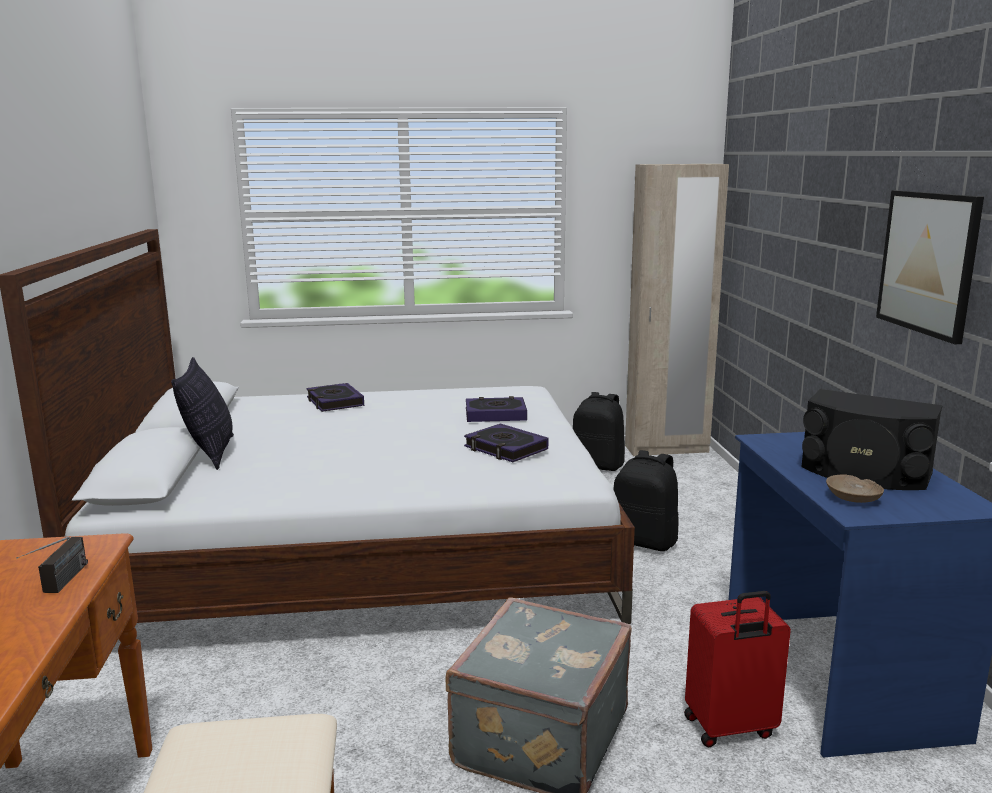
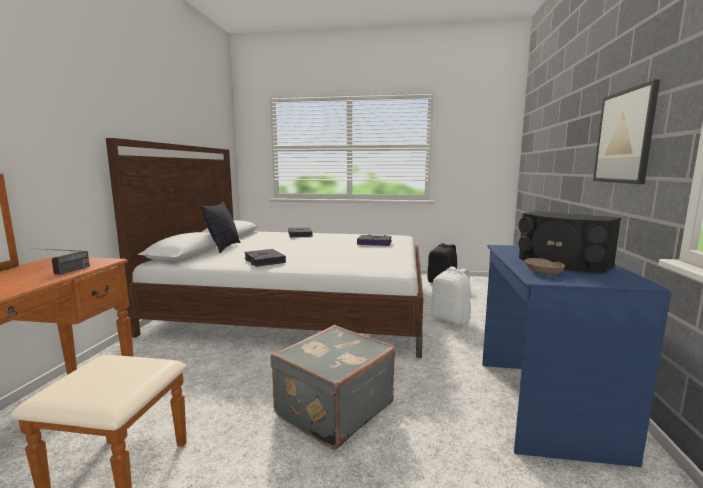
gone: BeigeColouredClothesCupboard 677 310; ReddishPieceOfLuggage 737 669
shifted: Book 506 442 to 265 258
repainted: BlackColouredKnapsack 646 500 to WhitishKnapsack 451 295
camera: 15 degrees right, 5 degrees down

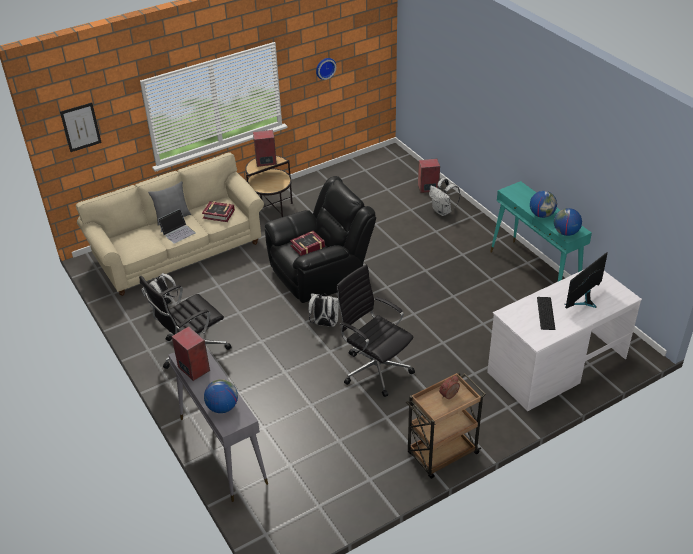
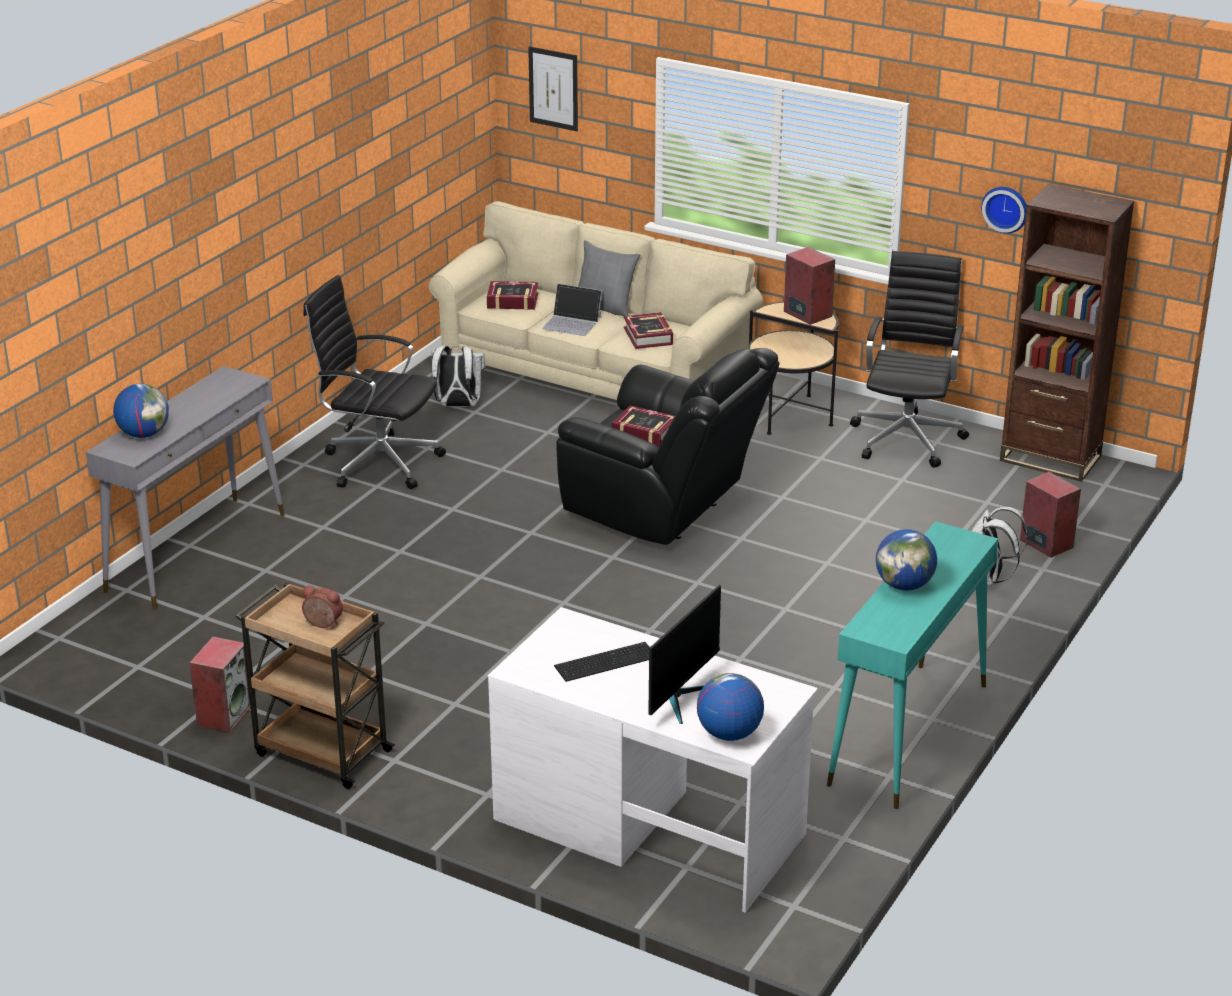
gone: WhitishKnapsack 323 310
new: Book 512 295; BrownishShelvingUnit 1067 333
shifted: Speaker 191 353 to 220 685; WorldGlobe 568 222 to 730 707; BlackColouredComputerChair 375 330 to 909 359
rotated: ComputerScreen 586 280 = 684 654 105 degrees clockwise
camera: 60 degrees right, 10 degrees down

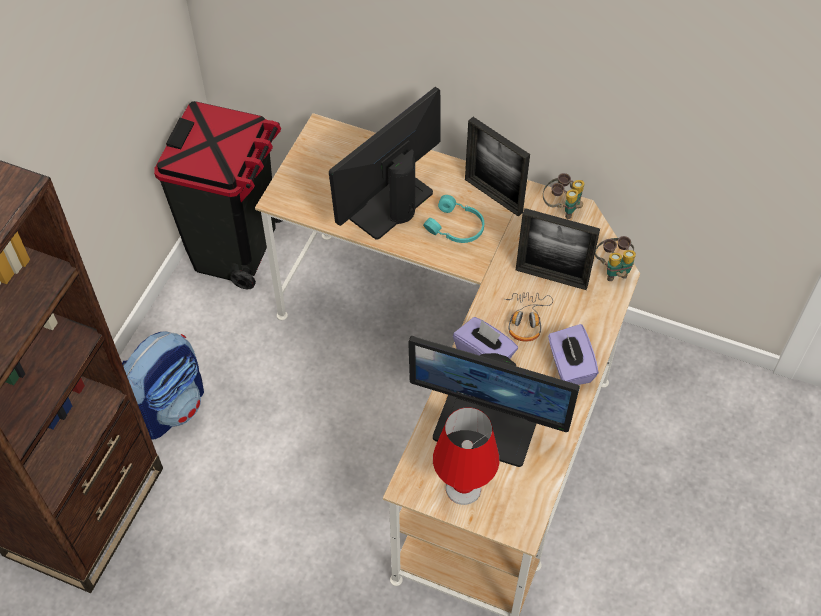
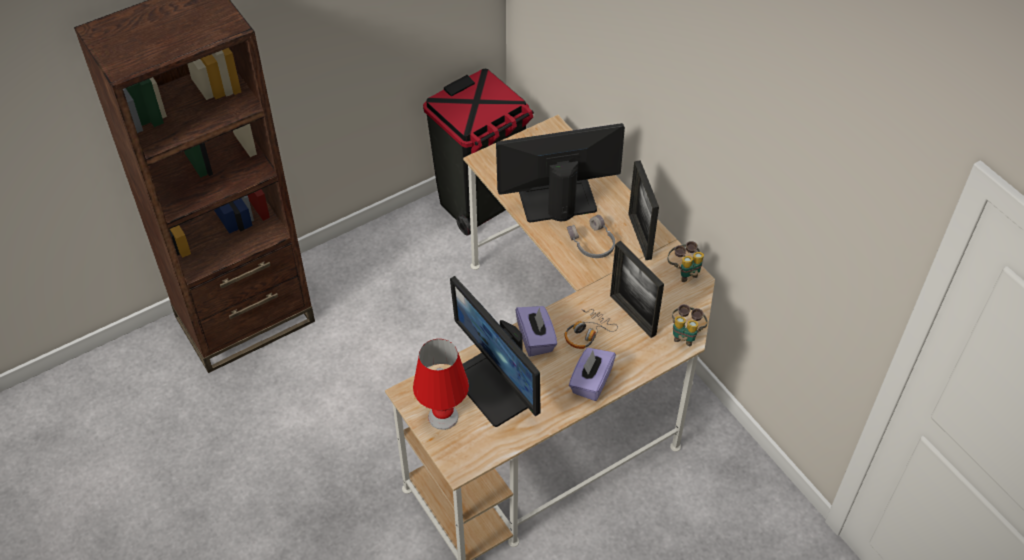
gone: Knapsack 163 385
repainted: TurquoiseHeadphones 453 219 to GreyishHeadphones 591 236
camera: 35 degrees right, 5 degrees down

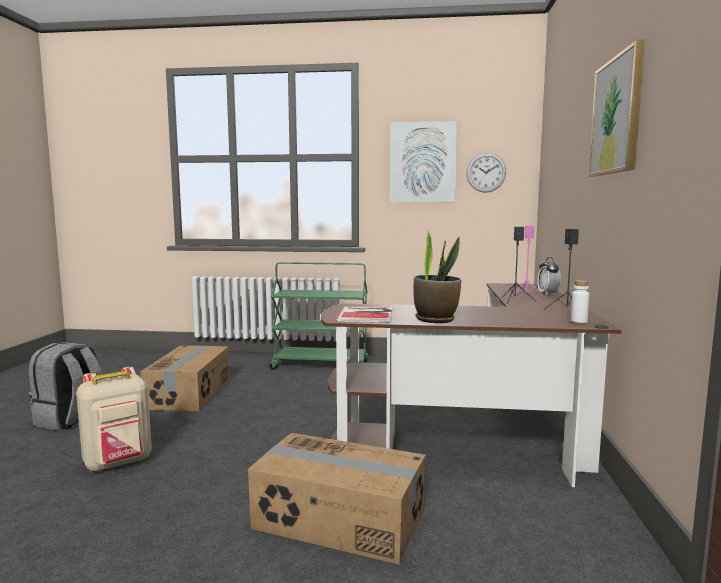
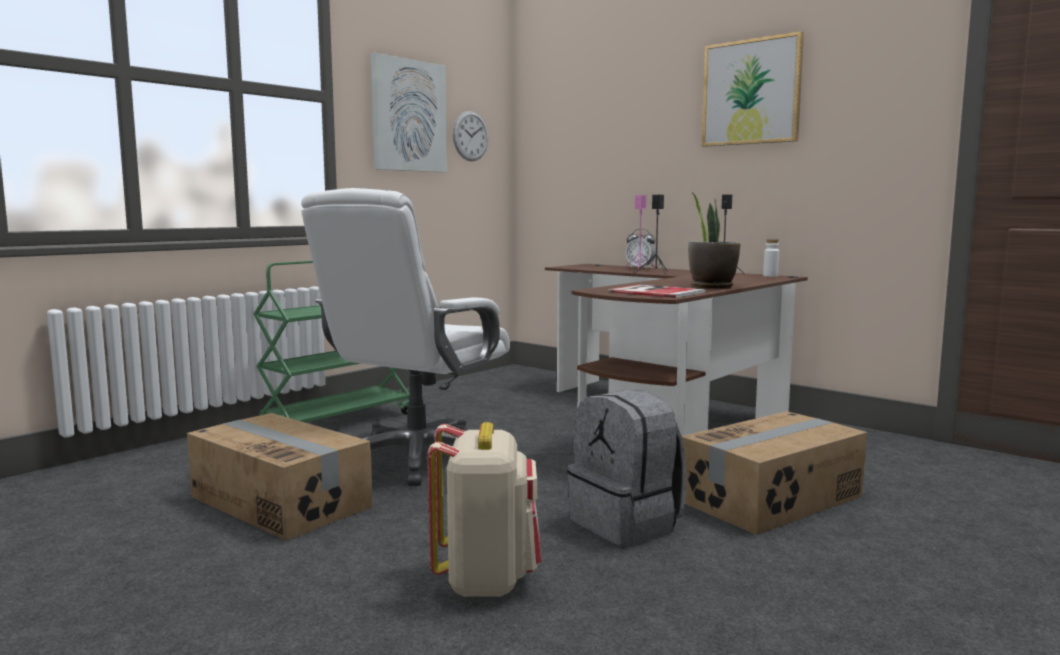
new: WhitishComputerChair 405 337
shifted: GreyishKnapsack 65 386 to 626 468
camera: 55 degrees left, 0 degrees up

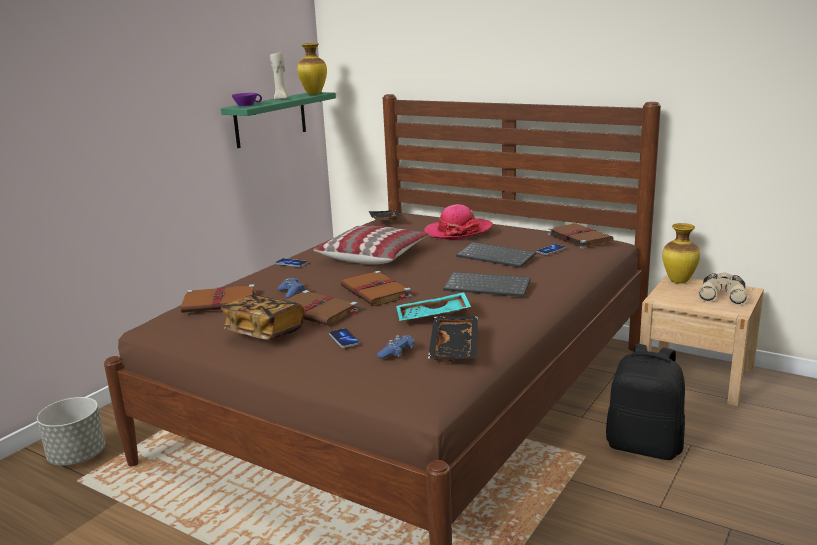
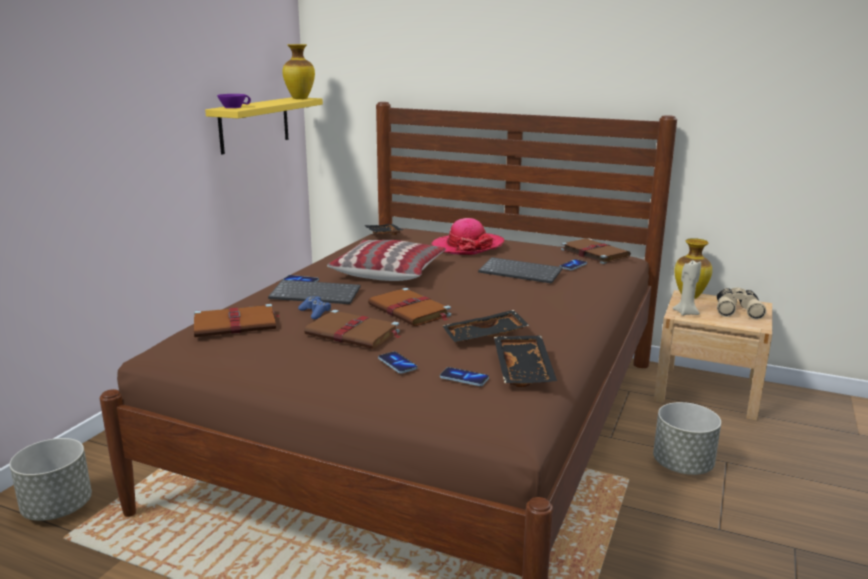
gone: Book 262 317
shifted: ComputerKeyboard 487 284 to 314 292; BeigeColouredWaxCandle 279 76 to 687 288
swapped: BlueColouredGamepad 396 346 to Telephone 464 376; BlackColouredKnapsack 645 402 to GreyishPlantPot 687 438
repainted: GreenColouredWallShelf 278 120 to YellowWallShelf 264 126; TurquoiseCarryingTray 433 306 to BlackColouredCarryingTray 486 326
camera: 10 degrees left, 0 degrees up

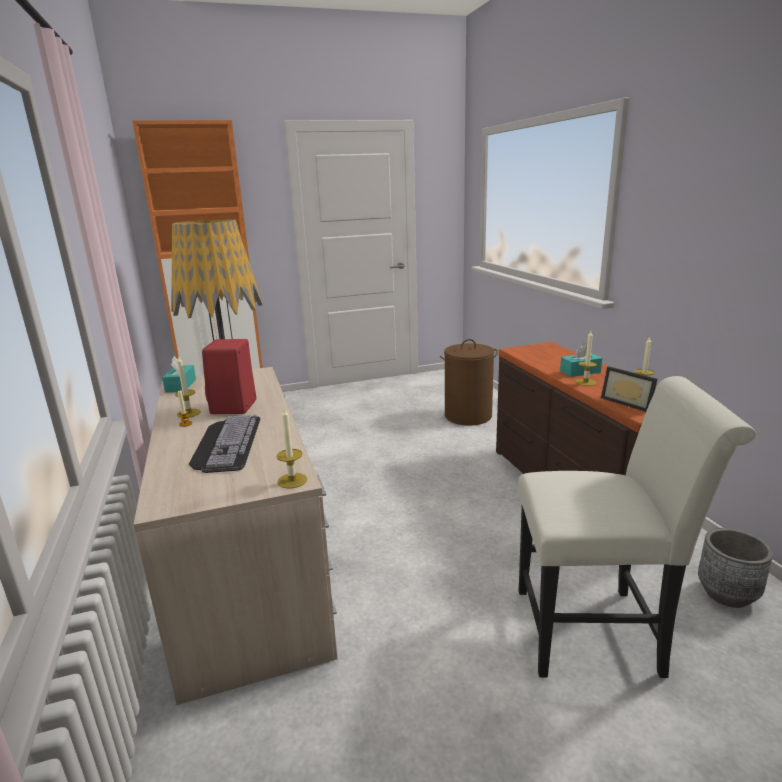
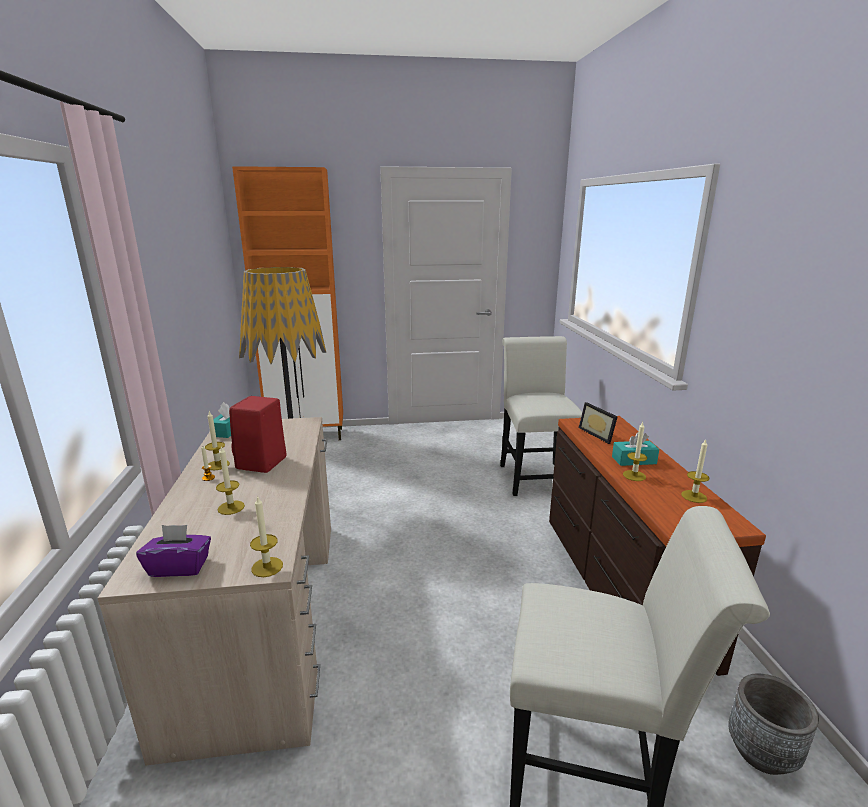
new: PurpleBoxOfTissues 173 551
shifted: StandingFrame 629 389 to 598 423
swapped: ComputerKeyboard 224 444 to WaxCandle 230 480; BrownishWashingBasket 469 382 to WhitishPlainChair 541 416
camera: 10 degrees right, 0 degrees up

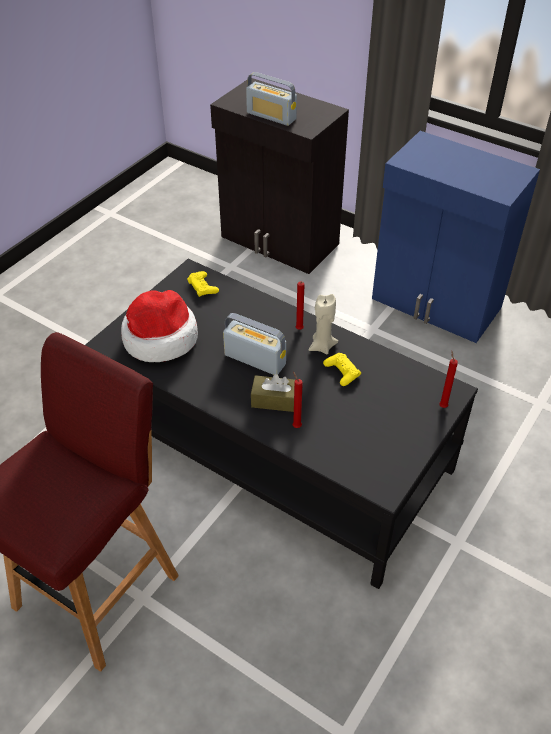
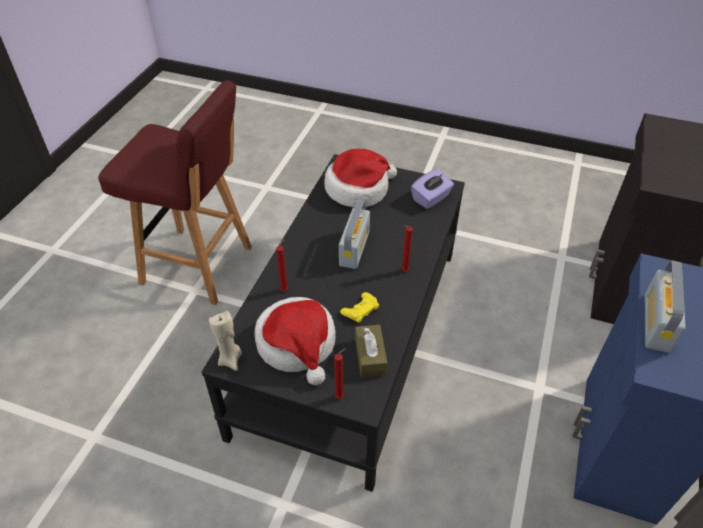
new: WearableHat 295 341
shifted: BeigeColouredWaxCandle 323 324 to 225 341; BrownishBoxOfTissues 273 393 to 371 351; Radio 271 99 to 665 306
swapped: YellowGamepad 203 284 to PurpleBoxOfTissues 432 189
camera: 75 degrees right, 0 degrees up

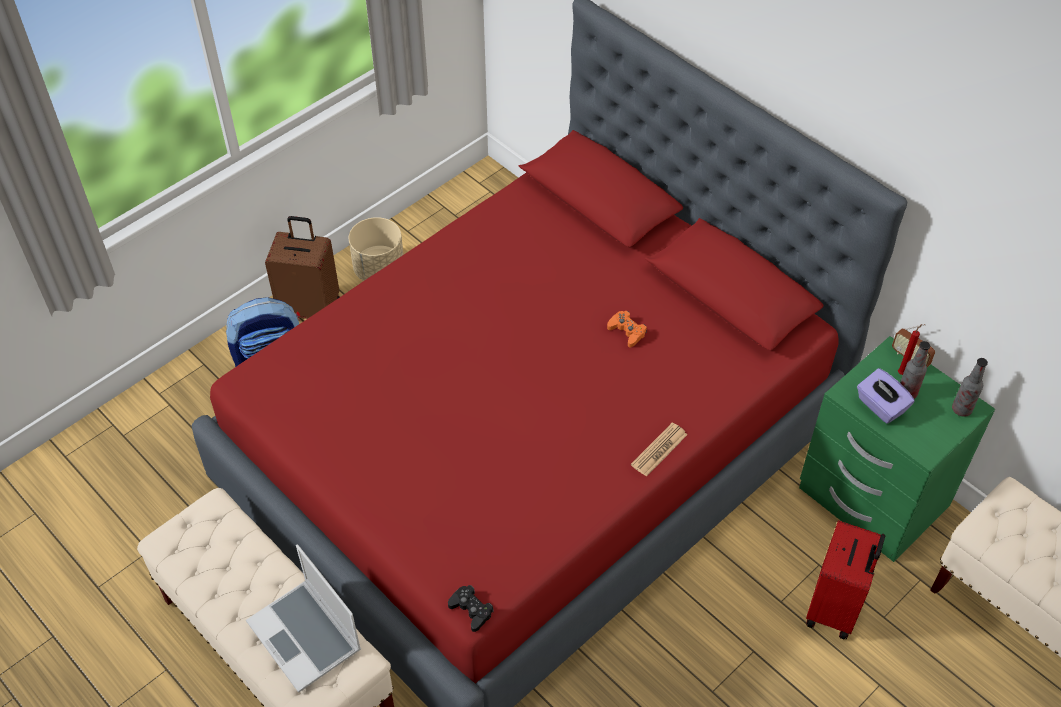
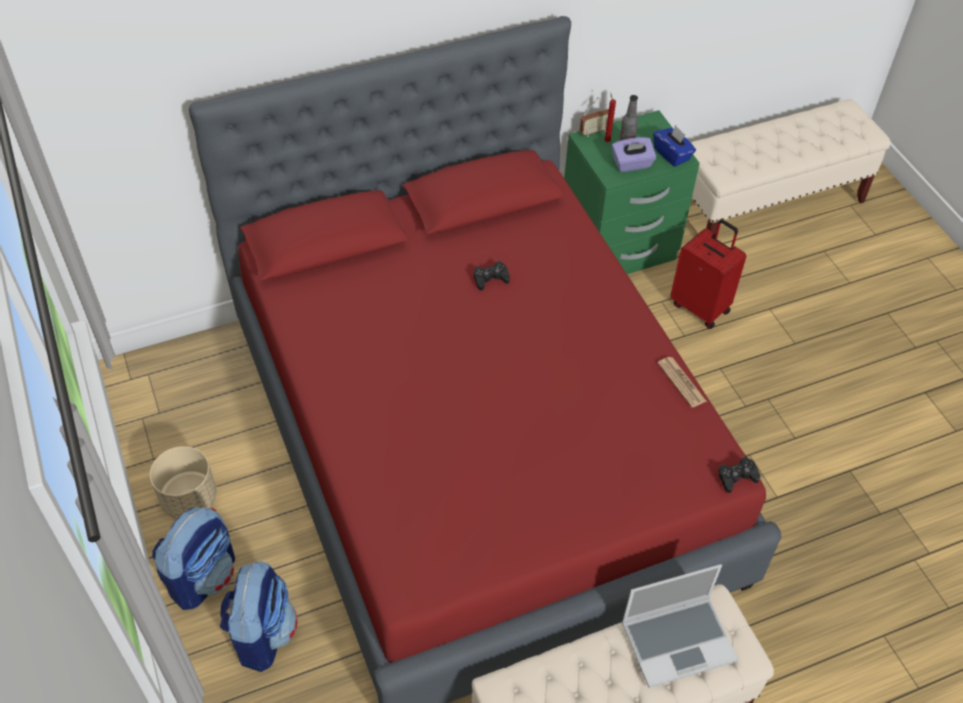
gone: BeverageBottle 970 387
new: BlueColouredBoxOfTissues 674 146
shifted: PrintedPaper 659 449 to 682 382
swapped: BrownishPieceOfLuggage 302 267 to Knapsack 193 558
repainted: OrangeGamepad 627 329 to BlackColouredGamepad 492 276
camera: 70 degrees left, 0 degrees up

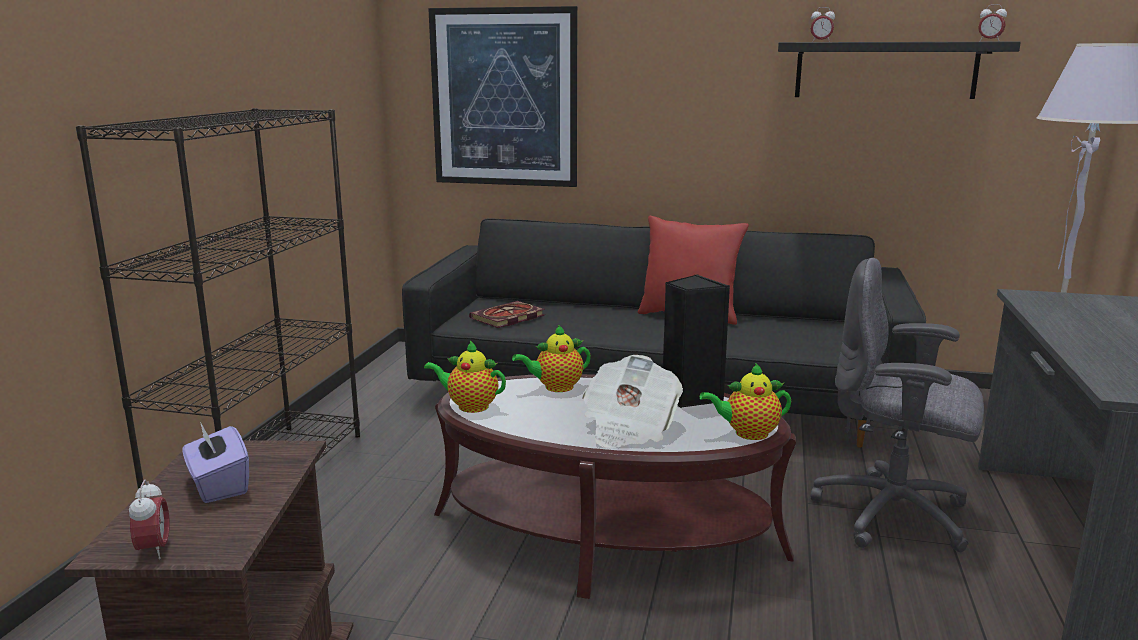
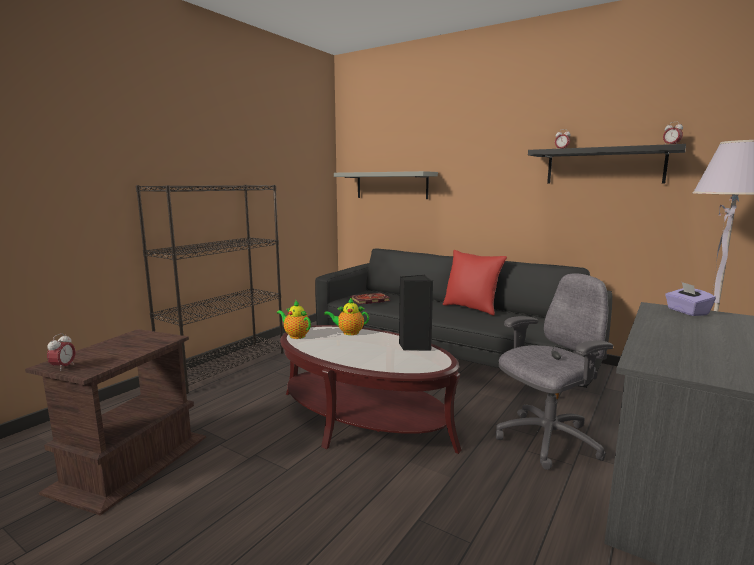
gone: PrintedPaper 633 401; PotForTea 745 401
shifted: PurpleBoxOfTissues 215 462 to 690 299
swapped: Picture 502 96 to GreyishWallShelf 386 185
rotated: GreyishComputerChair 897 405 = 555 371 105 degrees clockwise
camera: 20 degrees right, 5 degrees down

